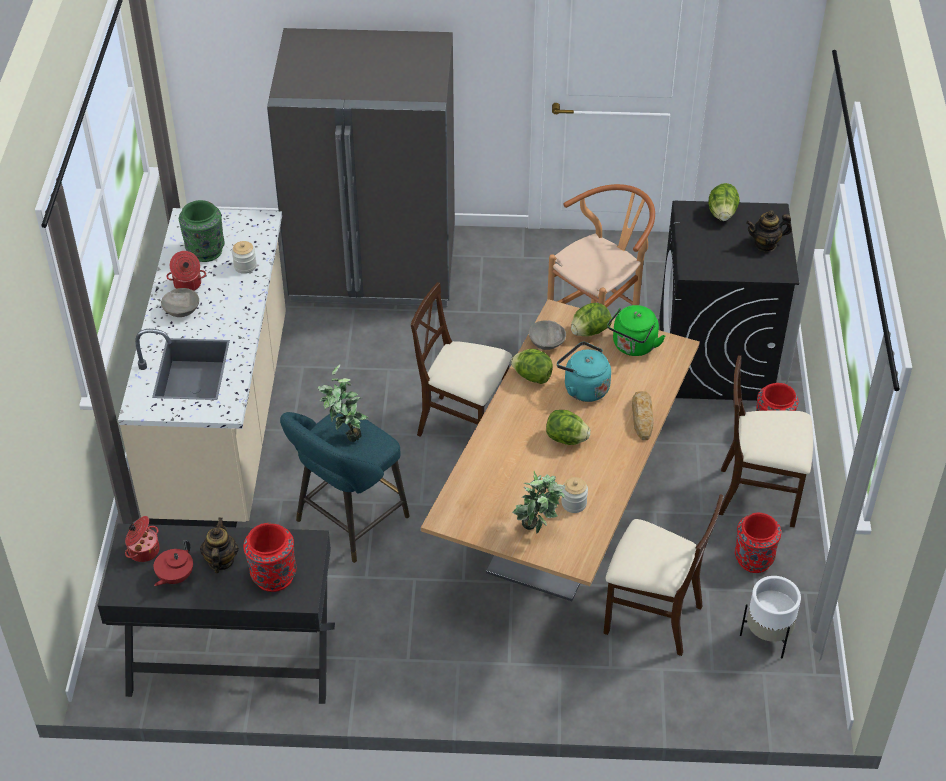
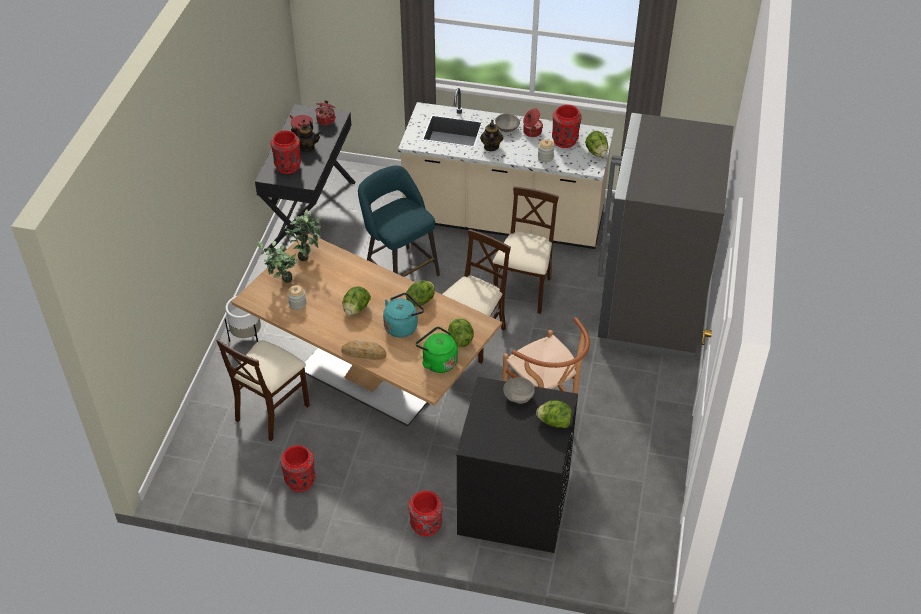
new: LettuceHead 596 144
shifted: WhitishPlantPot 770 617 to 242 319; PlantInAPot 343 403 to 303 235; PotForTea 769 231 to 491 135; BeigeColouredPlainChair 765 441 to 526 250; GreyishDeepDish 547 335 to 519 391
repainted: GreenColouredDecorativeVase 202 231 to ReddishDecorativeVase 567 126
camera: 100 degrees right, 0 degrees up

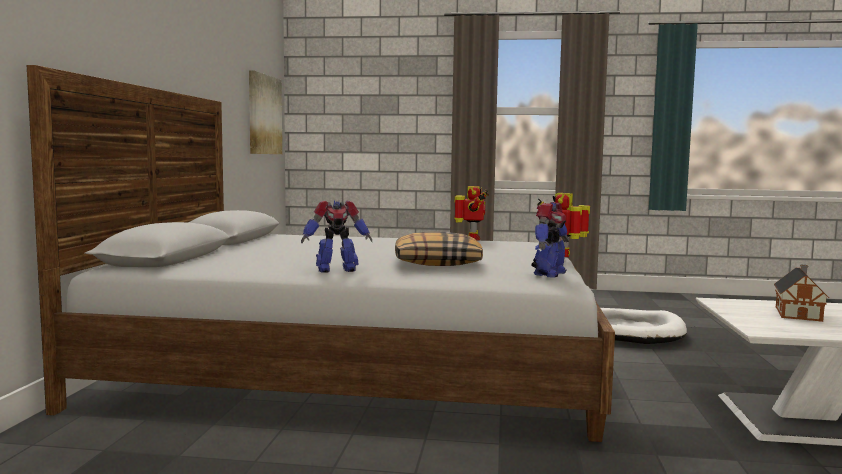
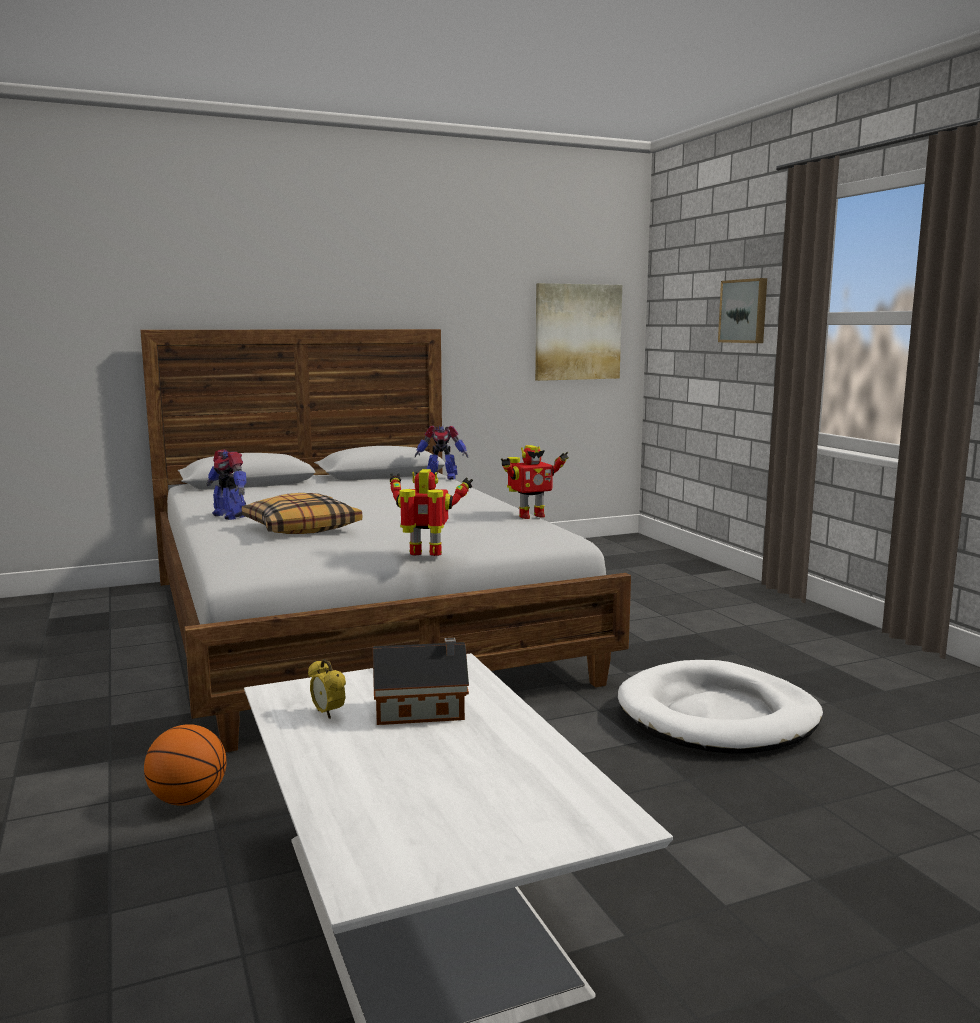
new: Basketball 185 765; AlarmClock 327 689; Picture 742 310
shifted: ModelRobot 550 240 to 441 452
camera: 60 degrees right, 5 degrees up

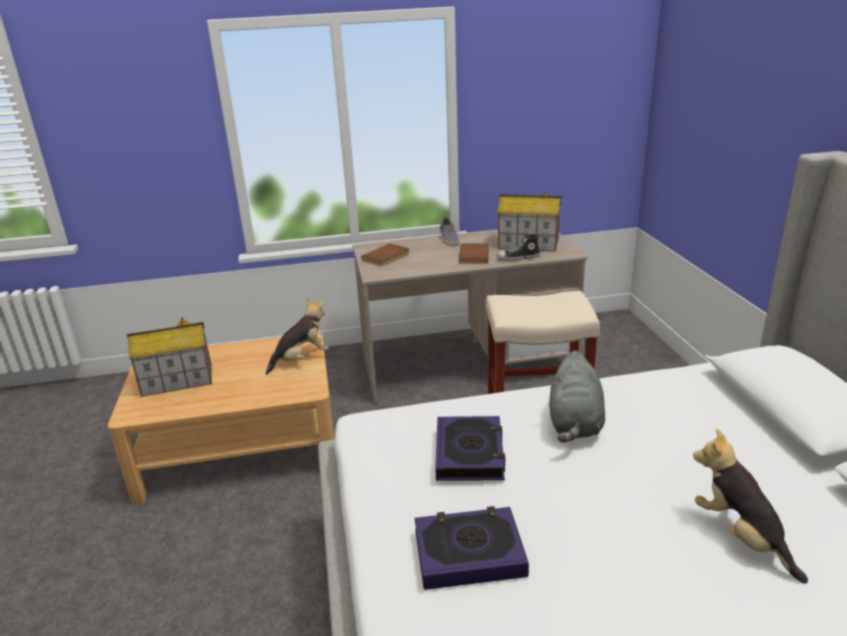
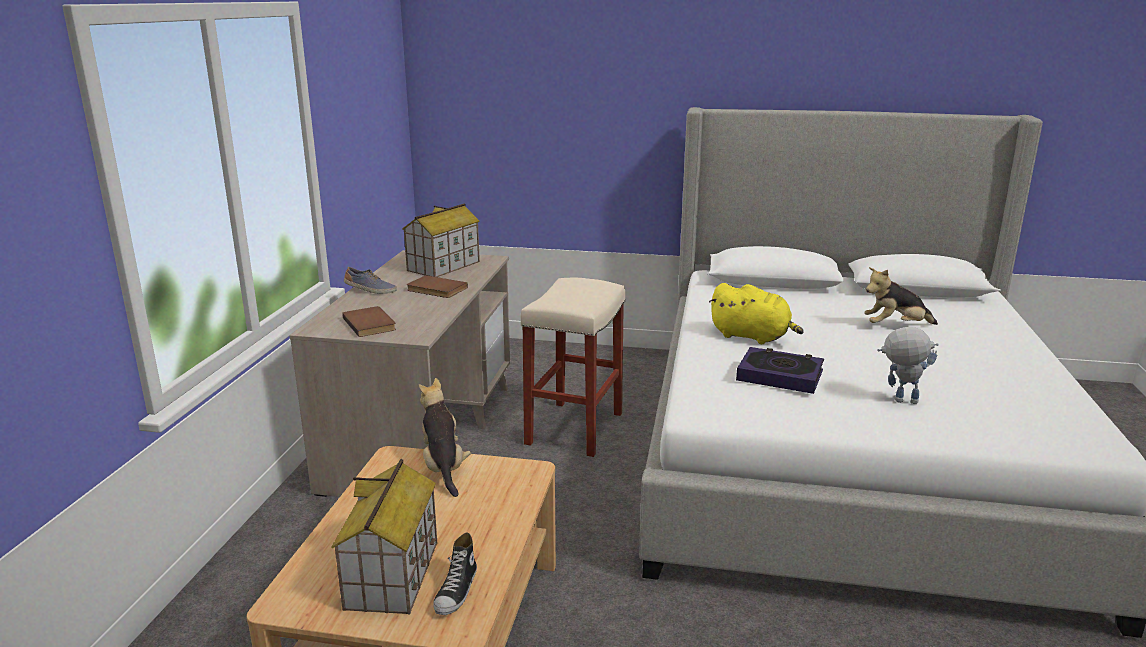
shifted: Shoe 518 247 to 455 574
swapped: Book 472 548 to ModelRobot 908 365
repainted: GreyishSoftToy 577 396 to YellowSoftToy 756 313
camera: 70 degrees left, 5 degrees down

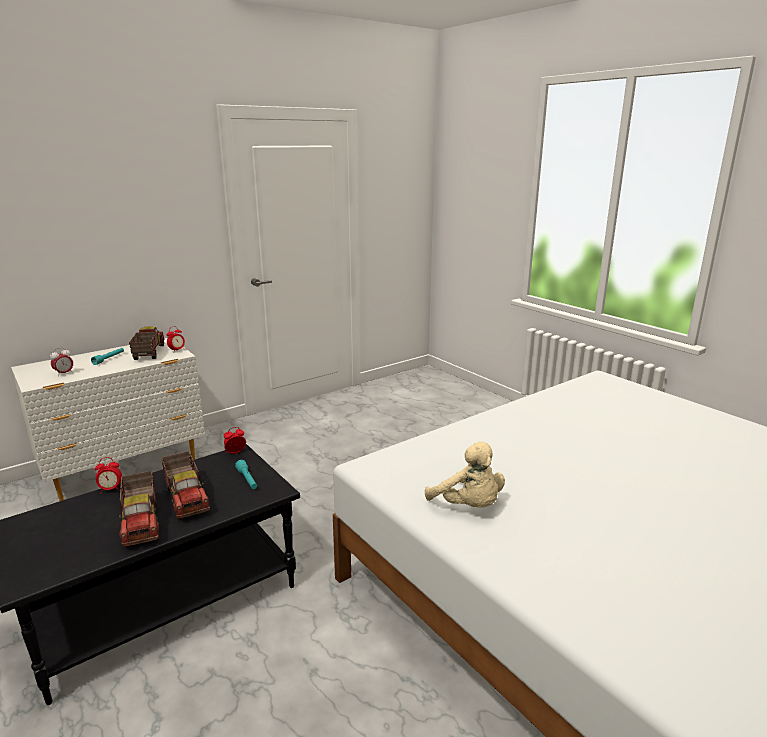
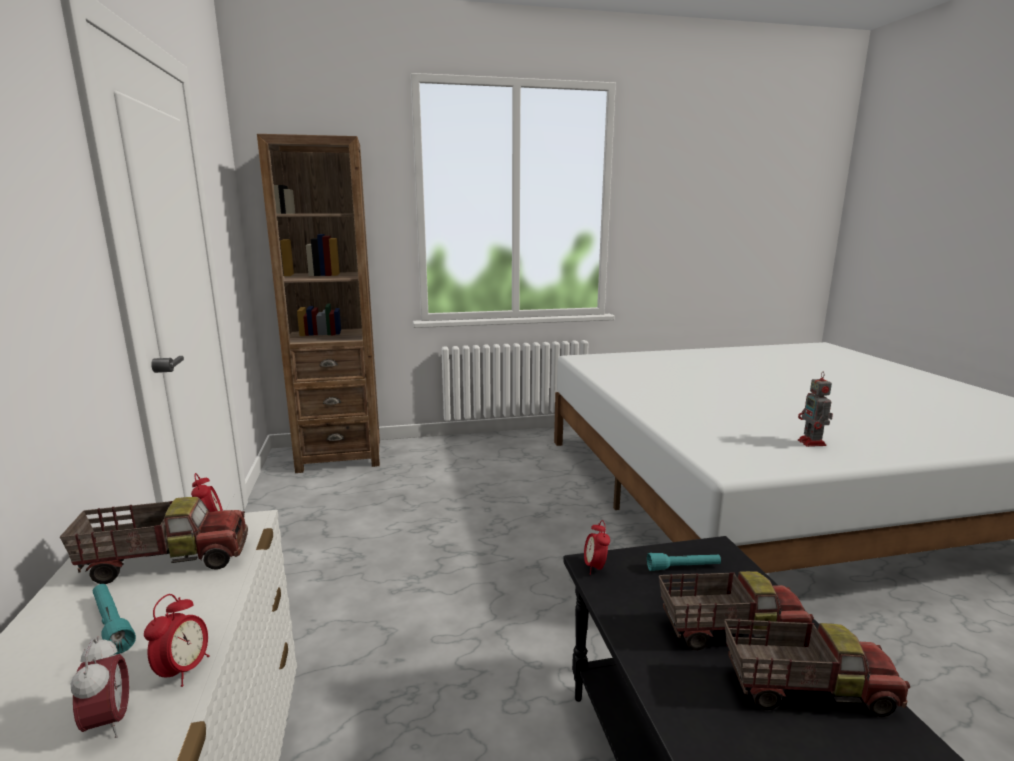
new: BrownishShelvingUnit 318 303
shifted: AlarmClock 108 475 to 177 640
swapped: BeigeColouredSoftToy 465 475 to ModelRobot 815 409
rotated: ToyTruck 147 343 = 154 540 150 degrees clockwise
camera: 65 degrees left, 5 degrees down

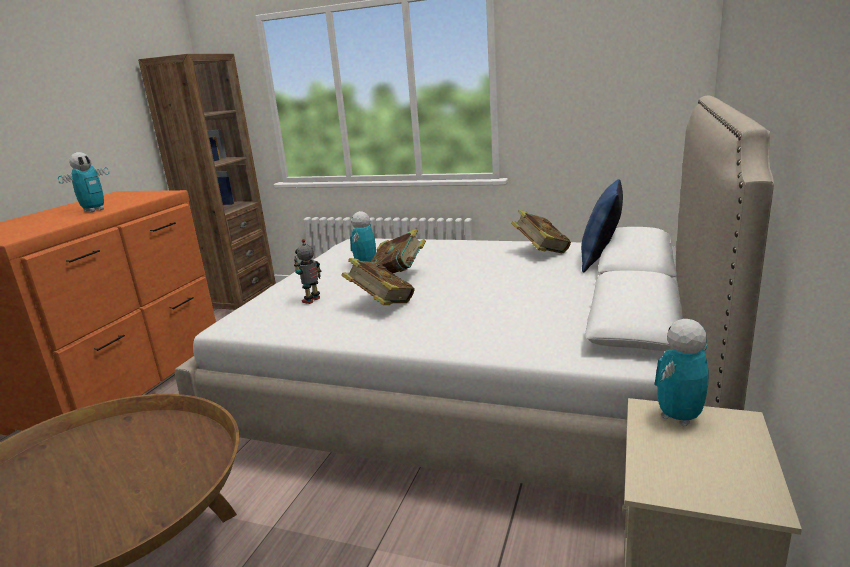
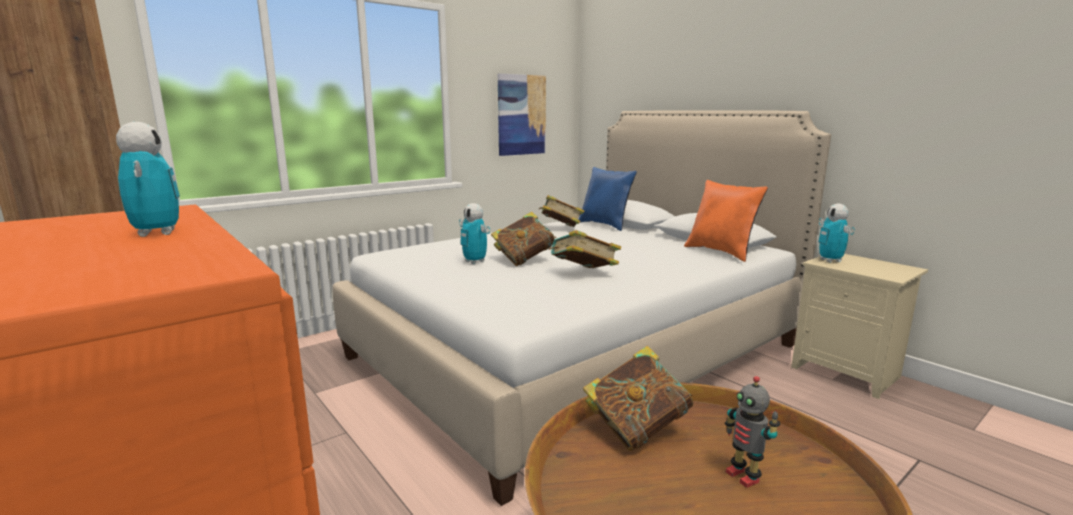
new: Picture 522 114; Book 638 398; OrangeCushion 726 221
shifted: ModelRobot 307 271 to 752 432
camera: 60 degrees left, 5 degrees down

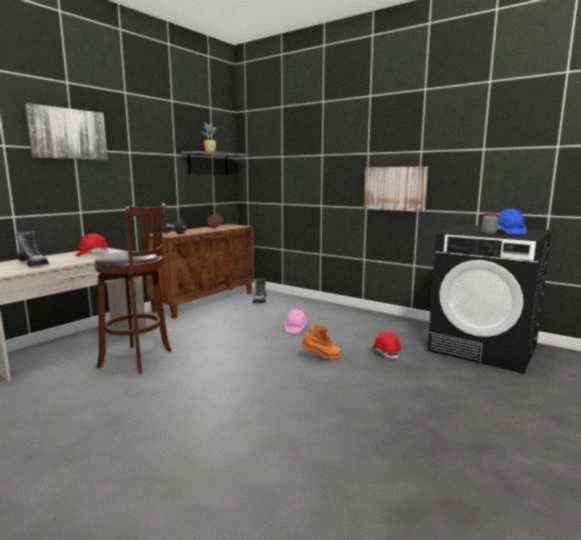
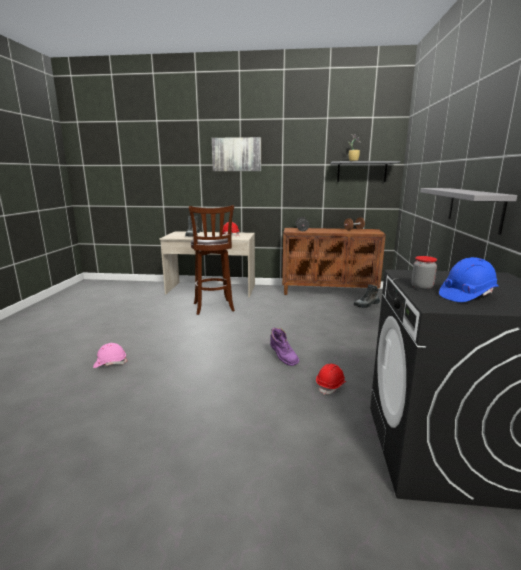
shifted: PinkSafetyHelmet 296 321 to 110 355
swapped: Picture 396 189 to GreyishWallShelf 468 211
repainted: OrangeBoot 321 342 to PurpleBoot 284 347
camera: 60 degrees right, 5 degrees up

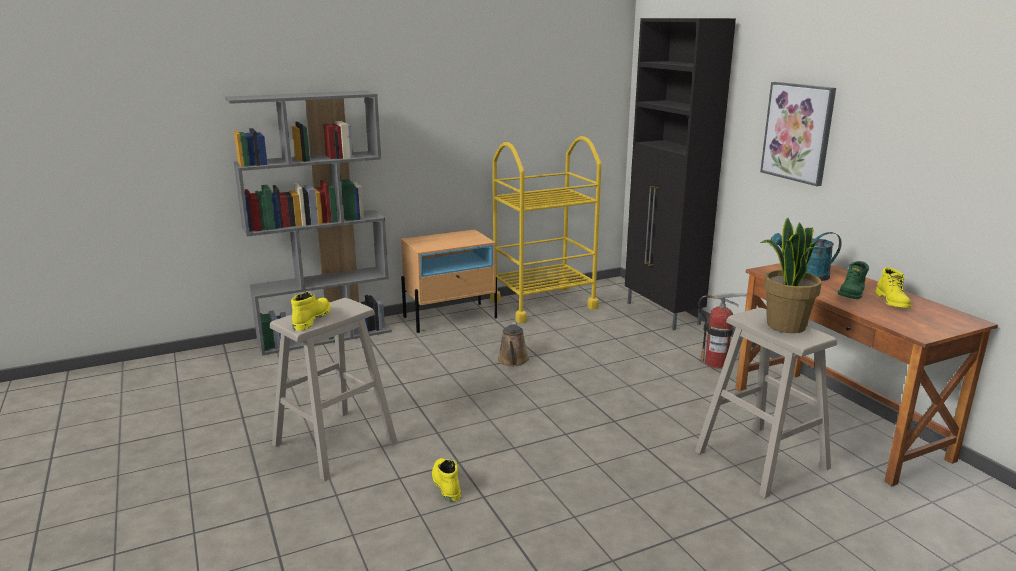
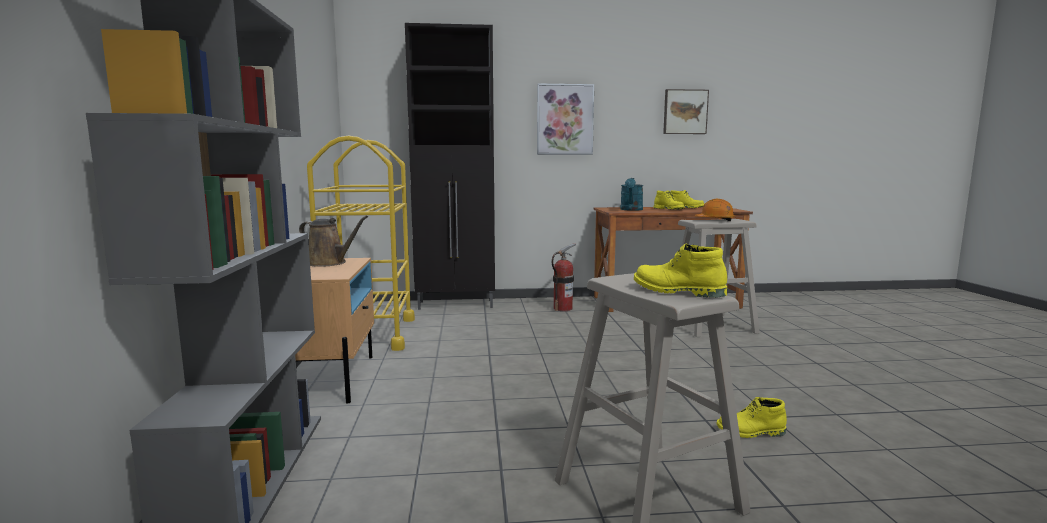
new: Picture 686 111
shifted: BrownishWateringPot 513 344 to 333 241
swapped: PlantInAPot 791 275 to OrangeSafetyHelmet 715 210
repainted: GreenColouredBoot 853 280 to YellowBoot 669 200
camera: 70 degrees left, 10 degrees down

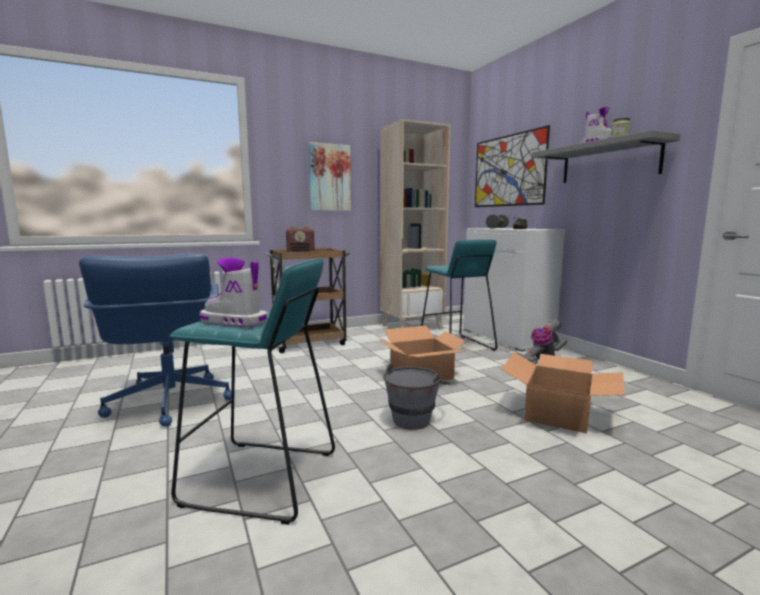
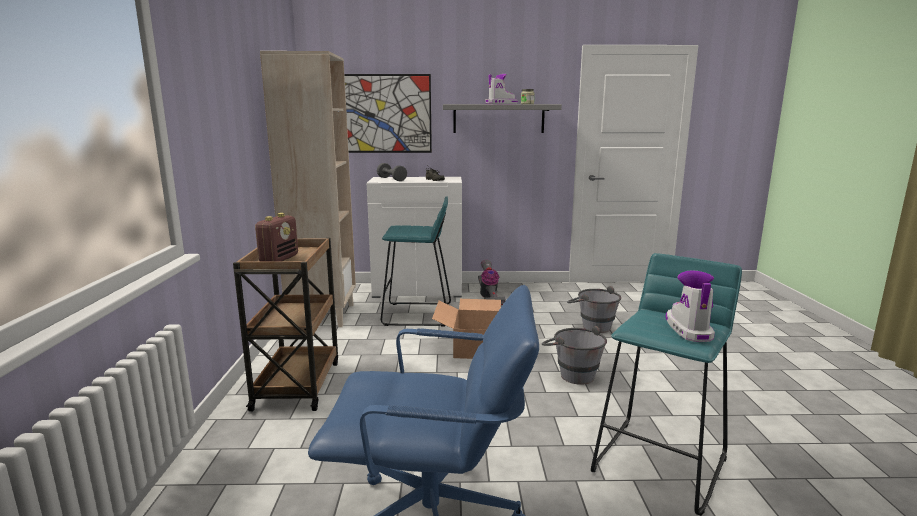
gone: Picture 329 176
swapped: PackingBox 563 393 to GreyishPail 594 309
rotated: Boot 233 292 = 690 306 135 degrees clockwise
camera: 65 degrees left, 5 degrees up

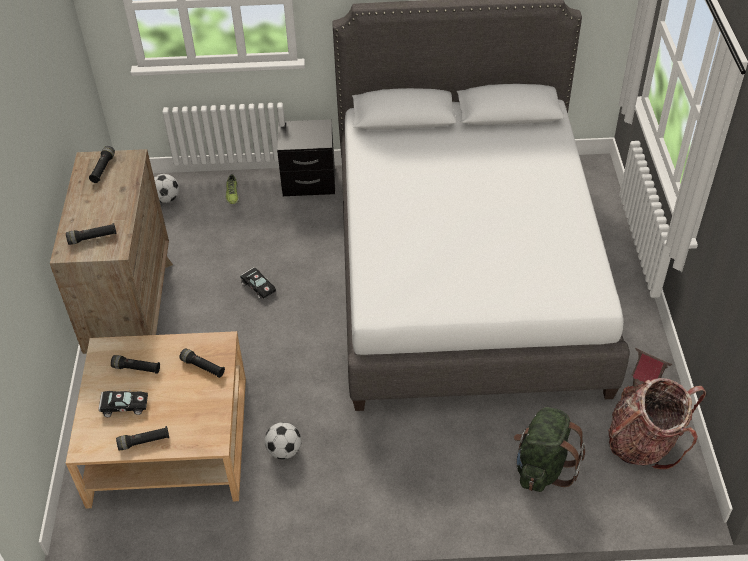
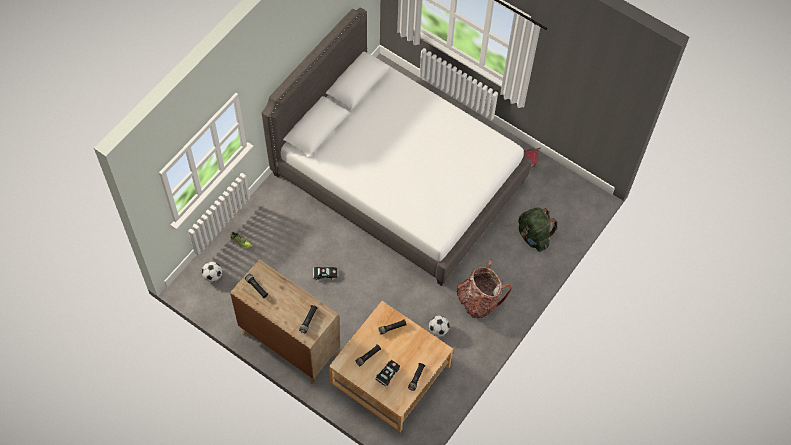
gone: BlackColouredNightstand 306 157
shifted: Knapsack 657 424 to 484 288
camera: 55 degrees left, 15 degrees up

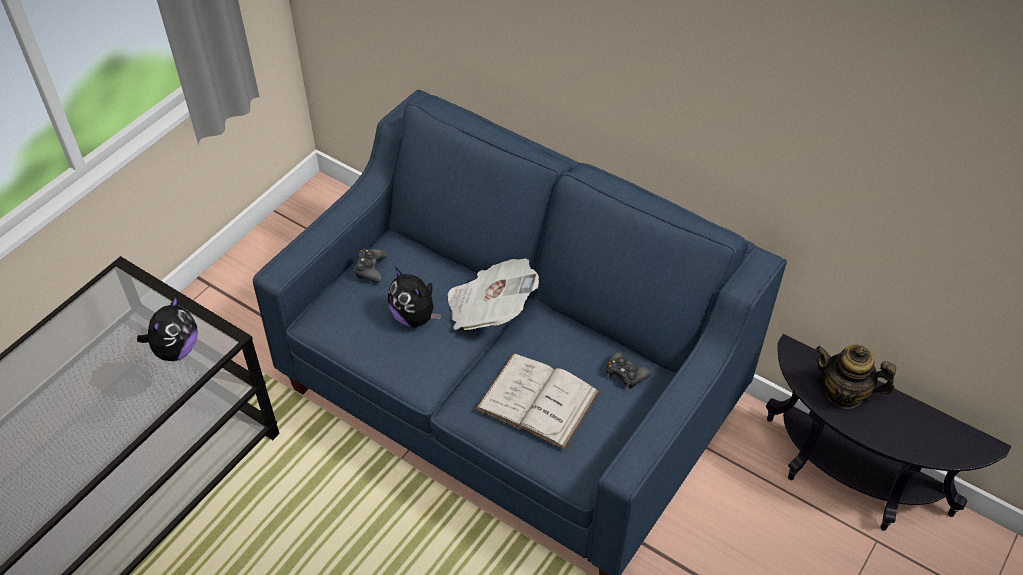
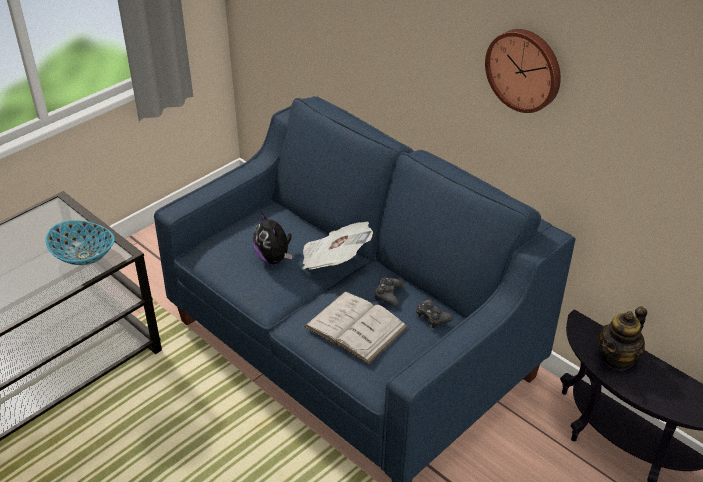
new: HangingClock 523 71
shifted: BlackColouredGamepad 371 266 to 389 291
swapped: SoftToy 167 328 to DeepDish 80 242
rotated: PotForTea 855 377 = 623 338 75 degrees counterclockwise
camera: 10 degrees right, 10 degrees down

